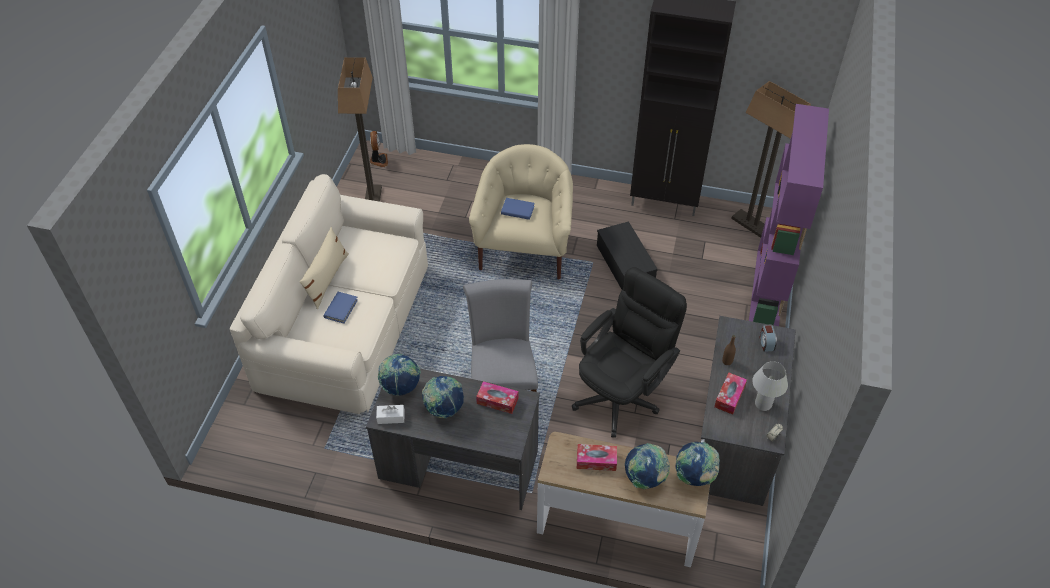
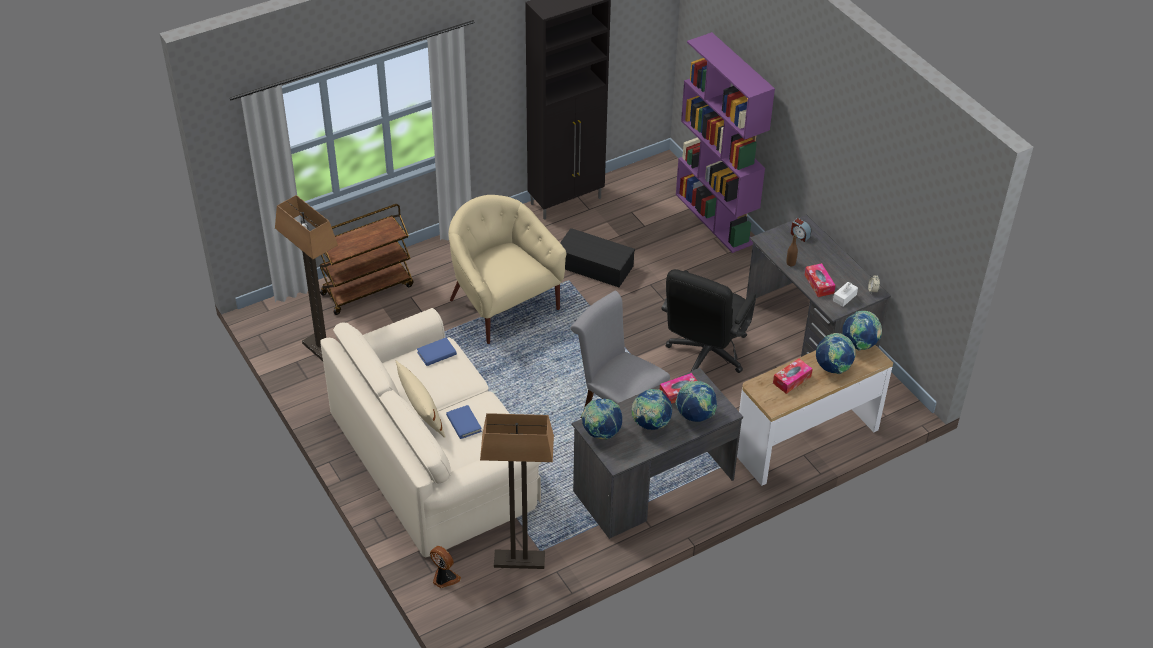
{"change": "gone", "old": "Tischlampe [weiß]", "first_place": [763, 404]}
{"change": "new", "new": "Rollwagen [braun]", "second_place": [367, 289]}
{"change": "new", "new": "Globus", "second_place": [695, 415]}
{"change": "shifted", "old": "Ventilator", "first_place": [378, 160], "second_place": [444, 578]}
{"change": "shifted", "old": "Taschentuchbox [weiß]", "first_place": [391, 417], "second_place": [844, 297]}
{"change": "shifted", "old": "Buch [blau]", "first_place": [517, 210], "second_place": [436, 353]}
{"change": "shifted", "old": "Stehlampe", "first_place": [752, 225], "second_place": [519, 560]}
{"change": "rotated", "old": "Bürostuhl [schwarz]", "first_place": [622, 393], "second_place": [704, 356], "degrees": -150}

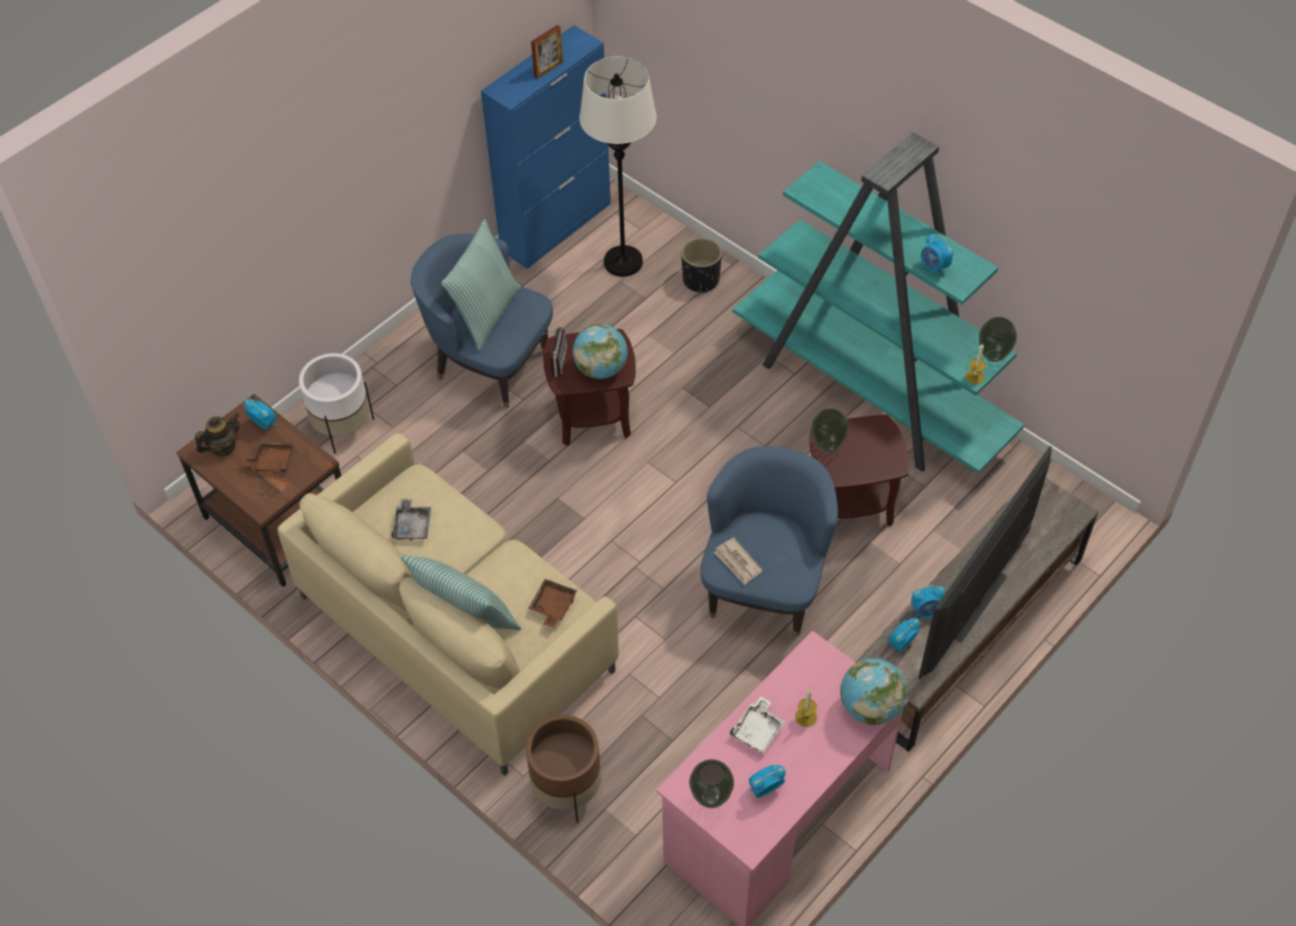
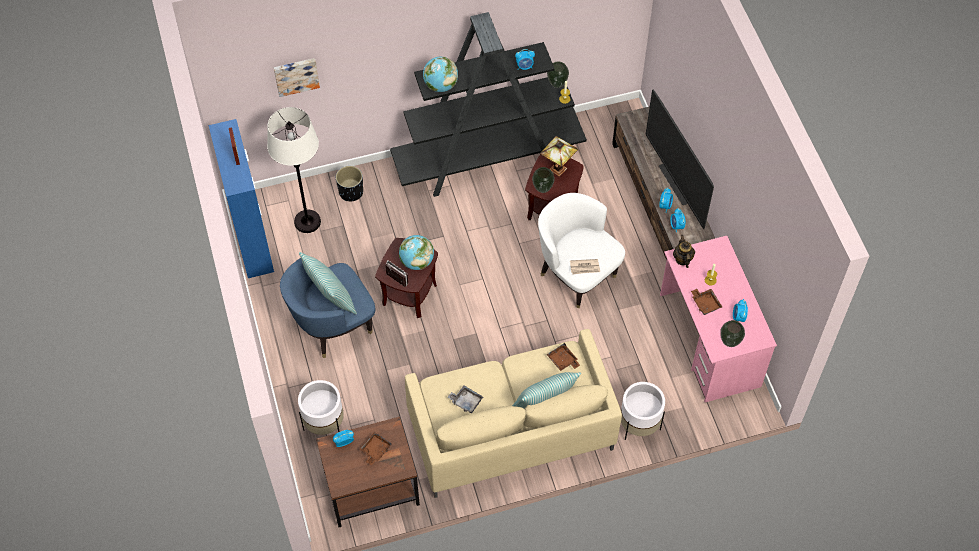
{"change": "new", "new": "Bild", "second_place": [296, 75]}
{"change": "new", "new": "Tischlampe", "second_place": [558, 170]}
{"change": "shifted", "old": "Teekanne", "first_place": [223, 447], "second_place": [682, 259]}
{"change": "shifted", "old": "Globus", "first_place": [870, 707], "second_place": [440, 85]}
{"change": "repainted", "old": "Pflanzkübel [braun]", "new": "Pflanzkübel [weiß]", "first_place": [567, 790], "second_place": [639, 425]}
{"change": "repainted", "old": "Sessel [blau]", "new": "Sessel [weiß]", "first_place": [765, 586], "second_place": [576, 274]}
{"change": "repainted", "old": "Tablett [weiß]", "new": "Tablett [braun]", "first_place": [758, 730], "second_place": [705, 303]}
{"change": "repainted", "old": "Bücherregal [türkis]", "new": "Bücherregal [schwarz]", "first_place": [871, 393], "second_place": [488, 159]}

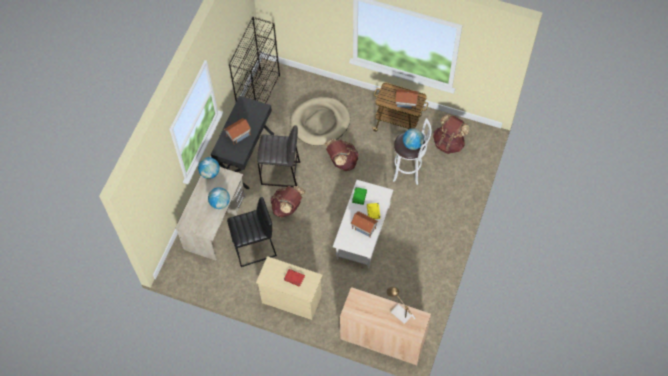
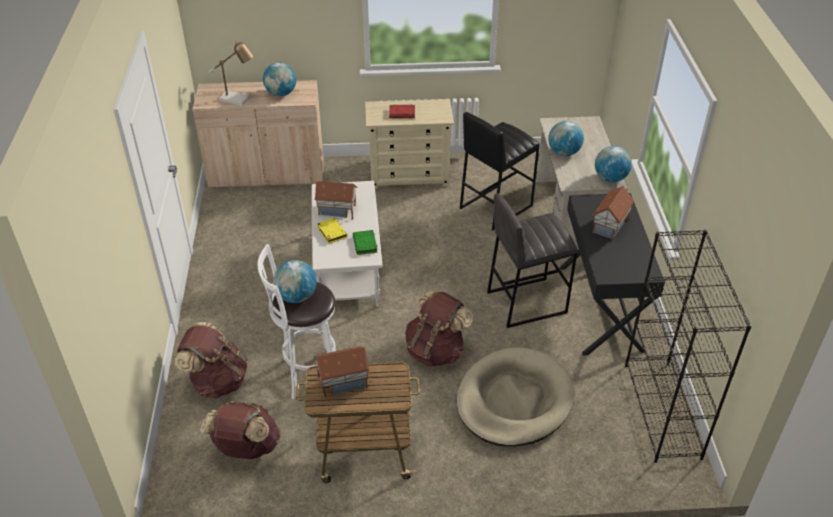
{"change": "new", "new": "Globus", "second_place": [281, 93]}
{"change": "shifted", "old": "Rucksack [braun]", "first_place": [287, 207], "second_place": [217, 381]}

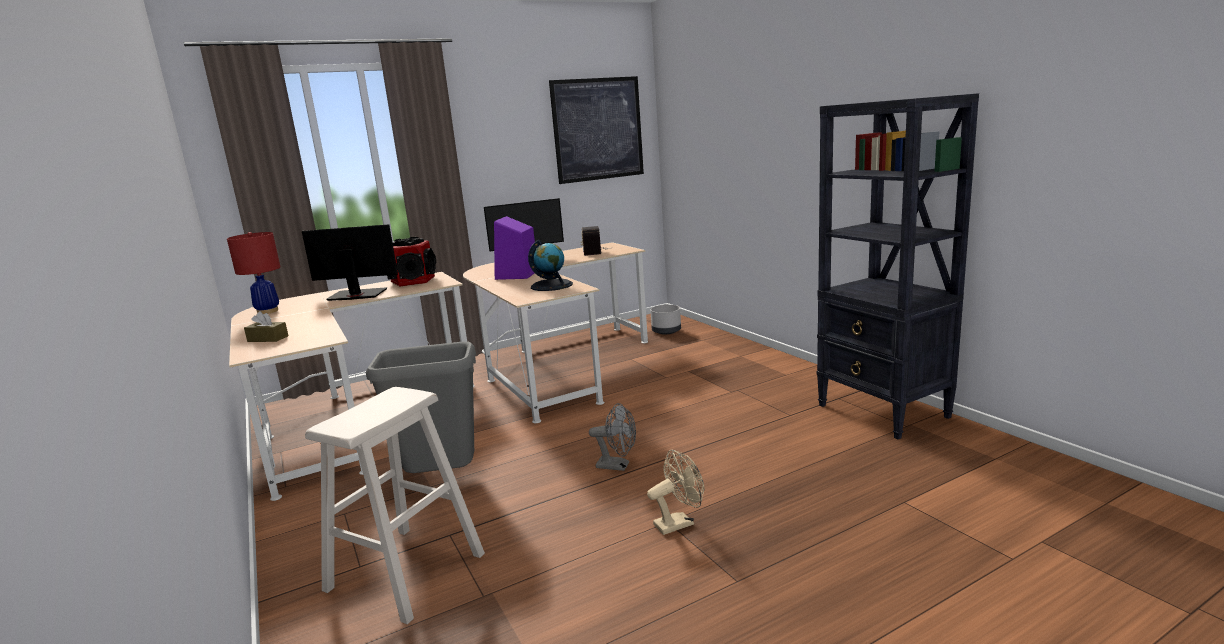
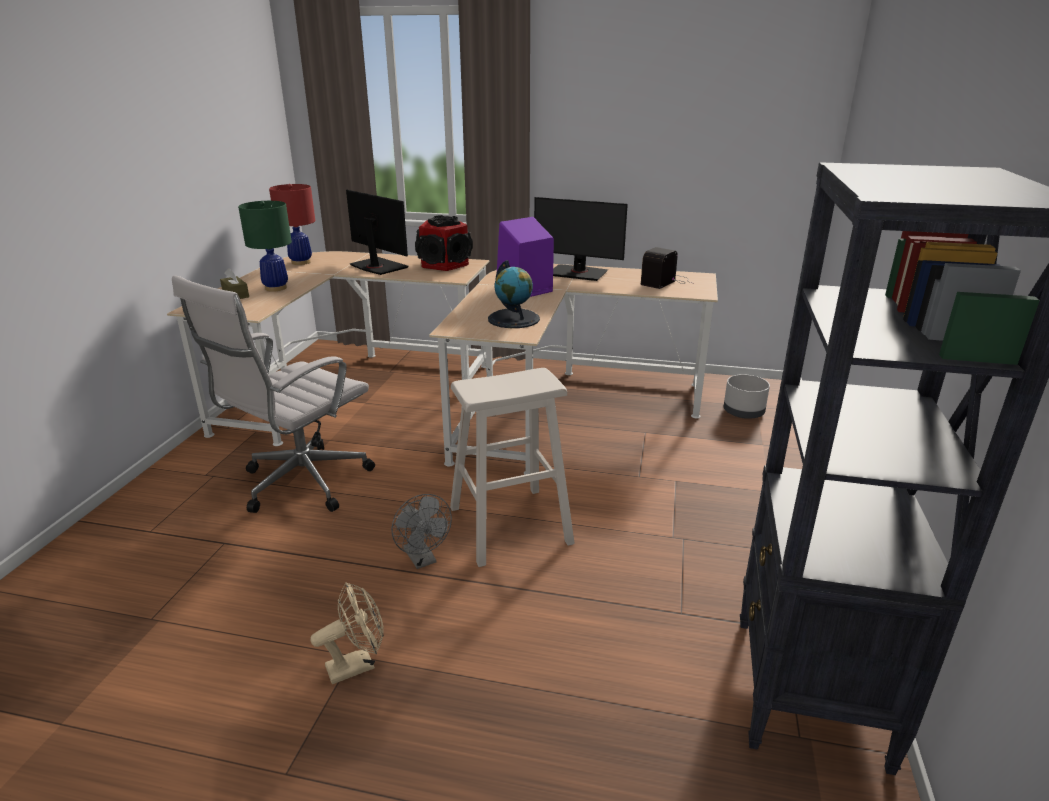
{"change": "gone", "old": "Bild", "first_place": [598, 129]}
{"change": "new", "new": "Tischlampe [grün]", "second_place": [276, 288]}
{"change": "shifted", "old": "Hocker [beige]", "first_place": [405, 572], "second_place": [509, 525]}
{"change": "swapped", "old": "Mülleimer [grau]", "new": "Bürostuhl [weiß]", "first_place": [441, 480], "second_place": [300, 484]}
{"change": "rotated", "old": "Ventilator [beige]", "first_place": [679, 523], "second_place": [357, 664], "degrees": -45}

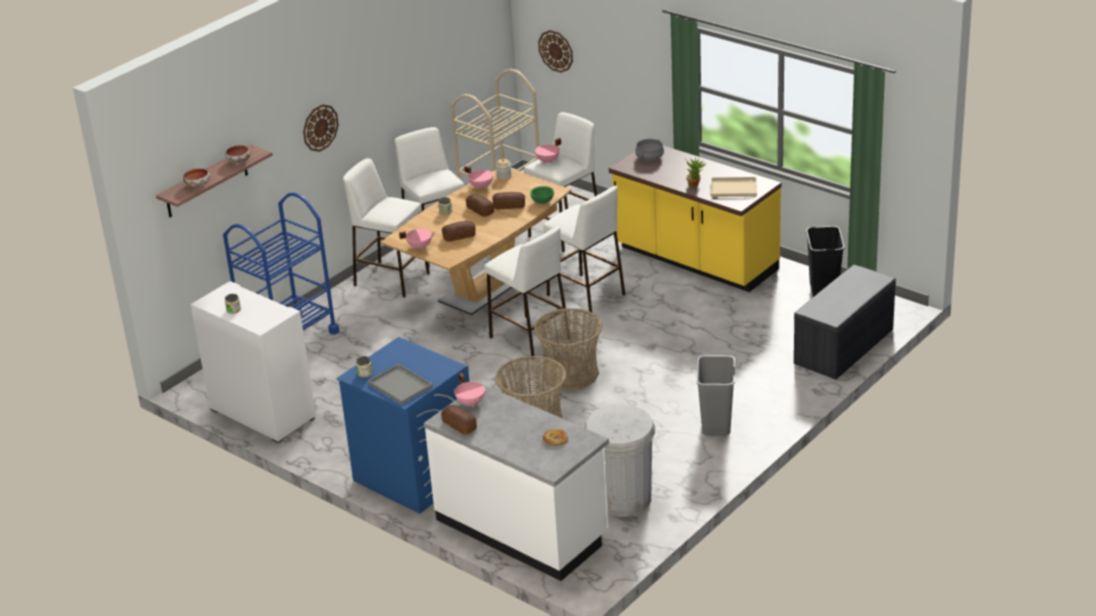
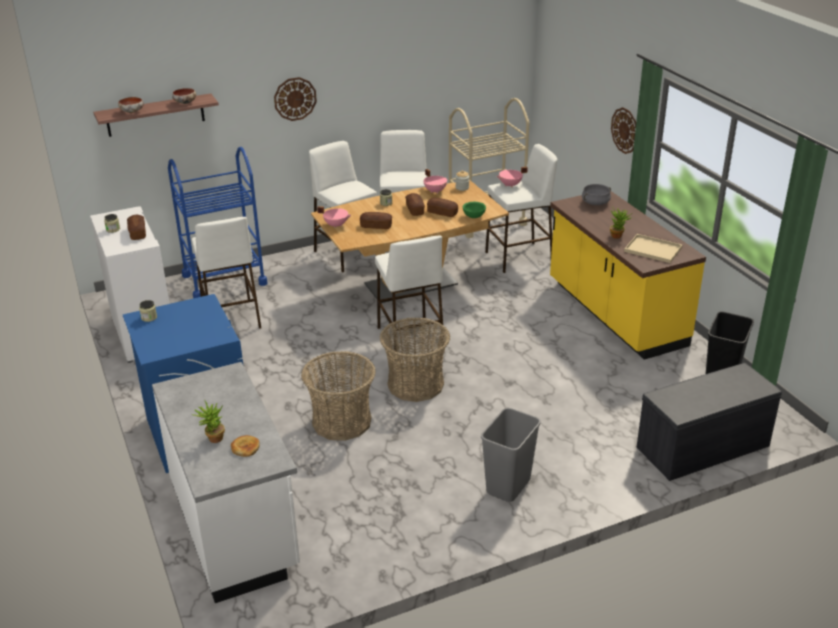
{"change": "gone", "old": "Tablett [grau]", "first_place": [399, 385]}
{"change": "gone", "old": "Kochtopf [rosa]", "first_place": [471, 402]}
{"change": "gone", "old": "Mülleimer [weiß]", "first_place": [622, 498]}
{"change": "new", "new": "Topfpflanze", "second_place": [212, 439]}
{"change": "shifted", "old": "Brot", "first_place": [459, 425], "second_place": [137, 233]}
{"change": "shifted", "old": "Wanduhr", "first_place": [556, 51], "second_place": [625, 130]}
{"change": "shifted", "old": "Hocker [weiß]", "first_place": [586, 295], "second_place": [231, 318]}

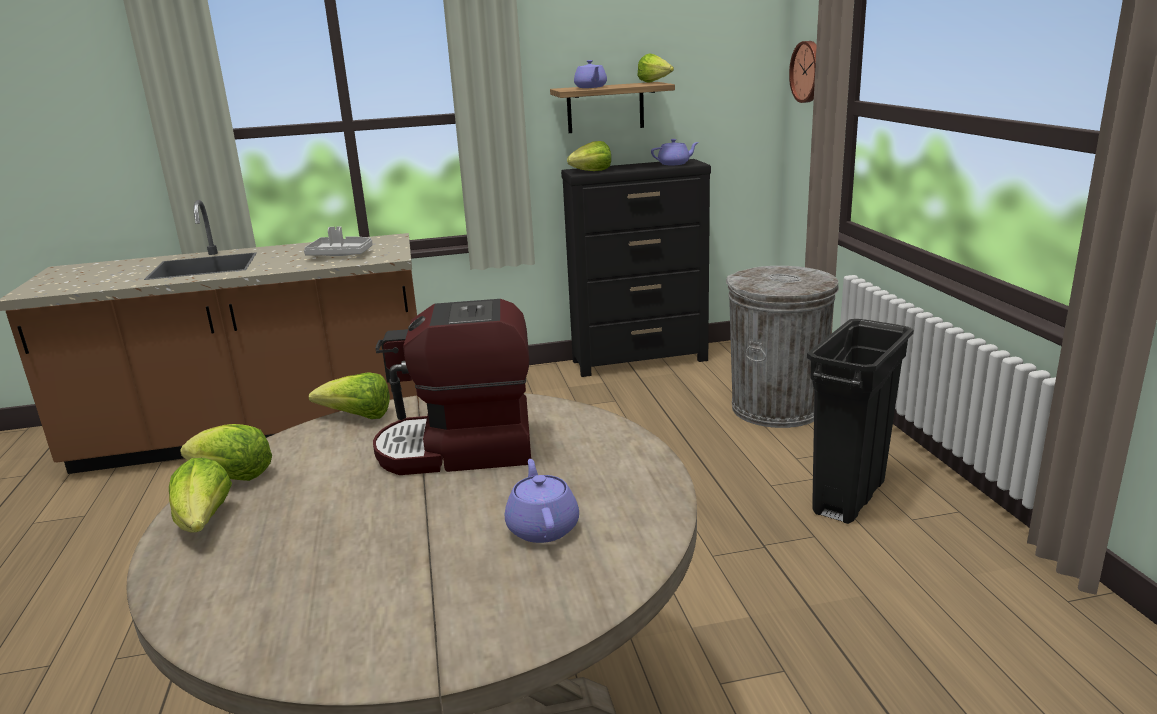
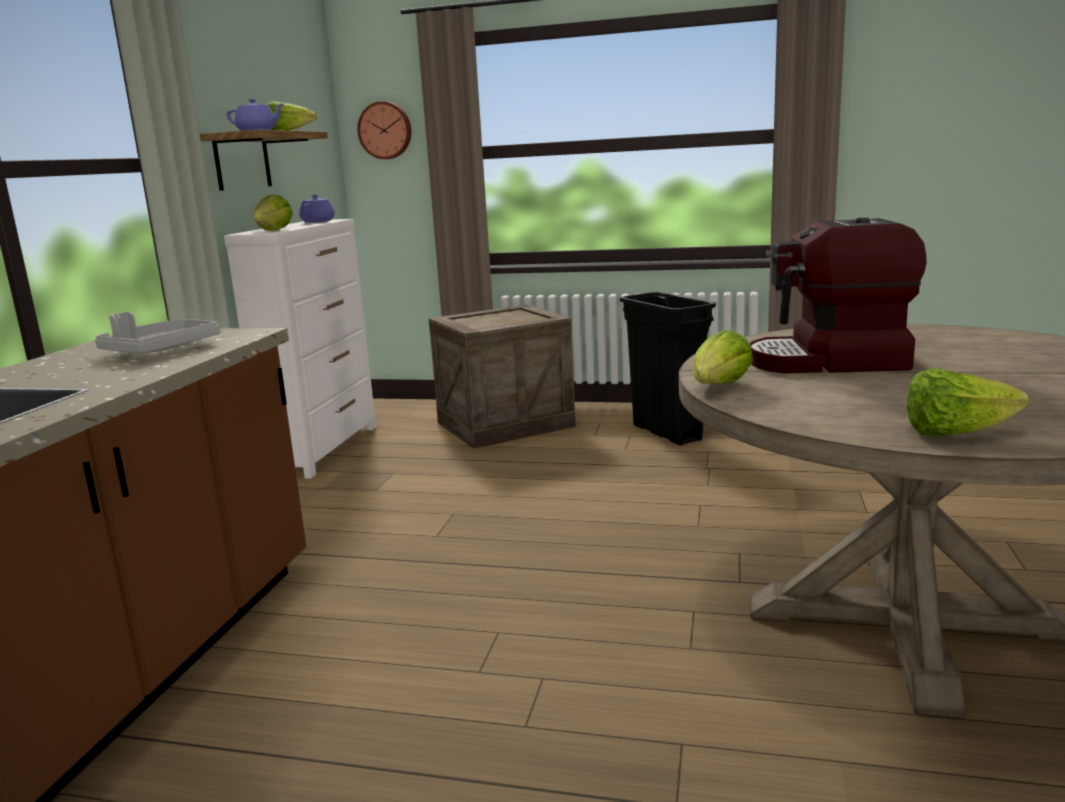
{"change": "gone", "old": "Salatkopf", "first_place": [233, 477]}
{"change": "gone", "old": "Teekanne [lila]", "first_place": [542, 527]}
{"change": "swapped", "old": "Mülleimer [grau]", "new": "Kiste", "first_place": [776, 408], "second_place": [506, 424]}
{"change": "repainted", "old": "Kommode [schwarz]", "new": "Kommode [weiß]", "first_place": [641, 361], "second_place": [324, 449]}
{"change": "rotated", "old": "Kaffeemaschine", "first_place": [460, 450], "second_place": [829, 362], "degrees": 75}

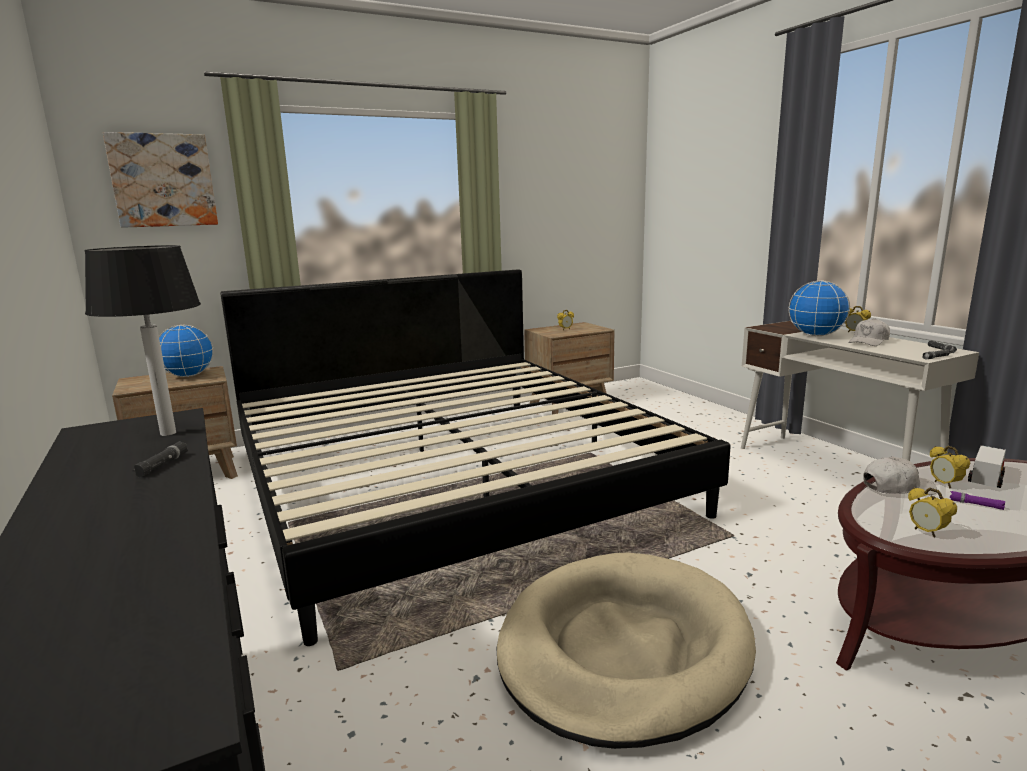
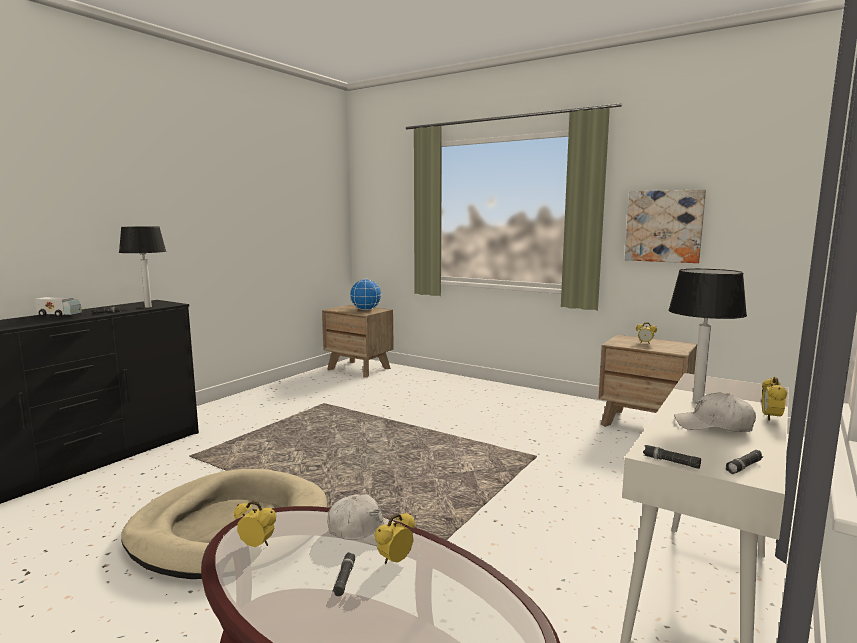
{"change": "gone", "old": "Bett", "first_place": [451, 480]}
{"change": "shifted", "old": "Bild", "first_place": [163, 180], "second_place": [664, 226]}
{"change": "shifted", "old": "Spielzeuglaster", "first_place": [986, 477], "second_place": [60, 315]}
{"change": "swapped", "old": "Globus", "new": "Tischlampe", "first_place": [815, 335], "second_place": [698, 401]}
{"change": "repainted", "old": "Taschenlampe [lila]", "new": "Taschenlampe [schwarz]", "first_place": [975, 504], "second_place": [344, 578]}
{"change": "rotated", "old": "Kappe [weiß]", "first_place": [897, 488], "second_place": [364, 531], "degrees": -45}
{"change": "rotated", "old": "Wecker", "first_place": [926, 532], "second_place": [257, 546], "degrees": 75}

